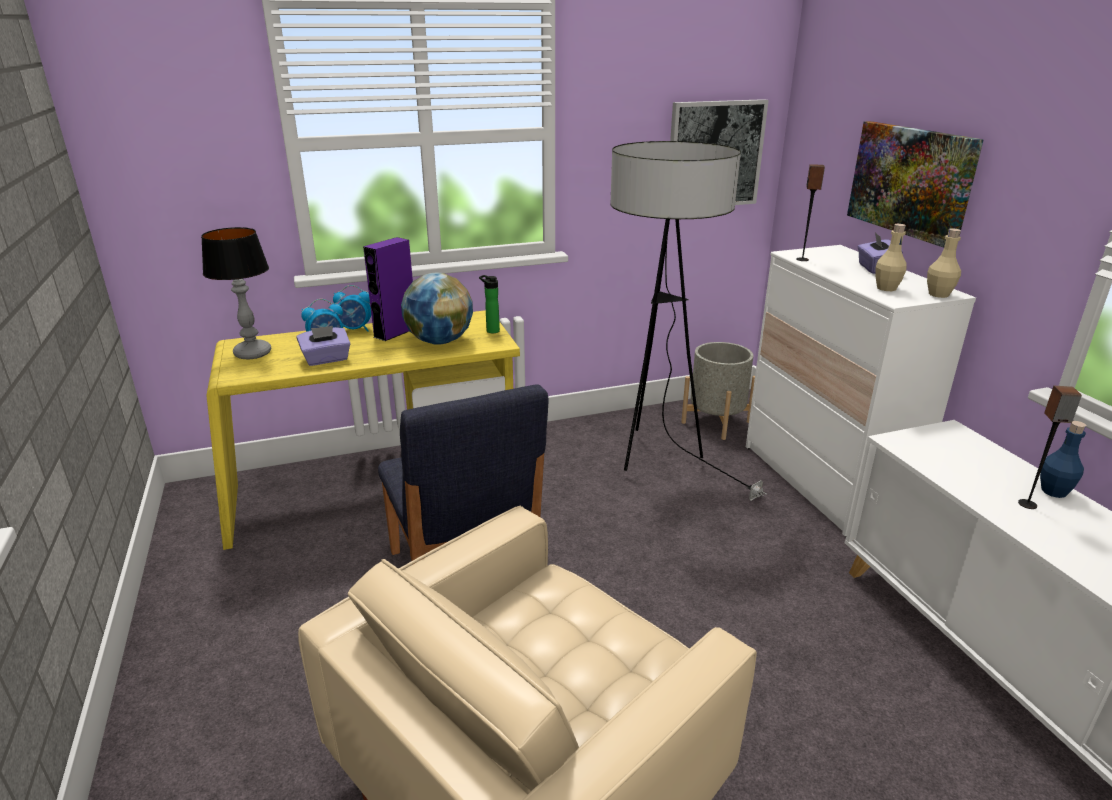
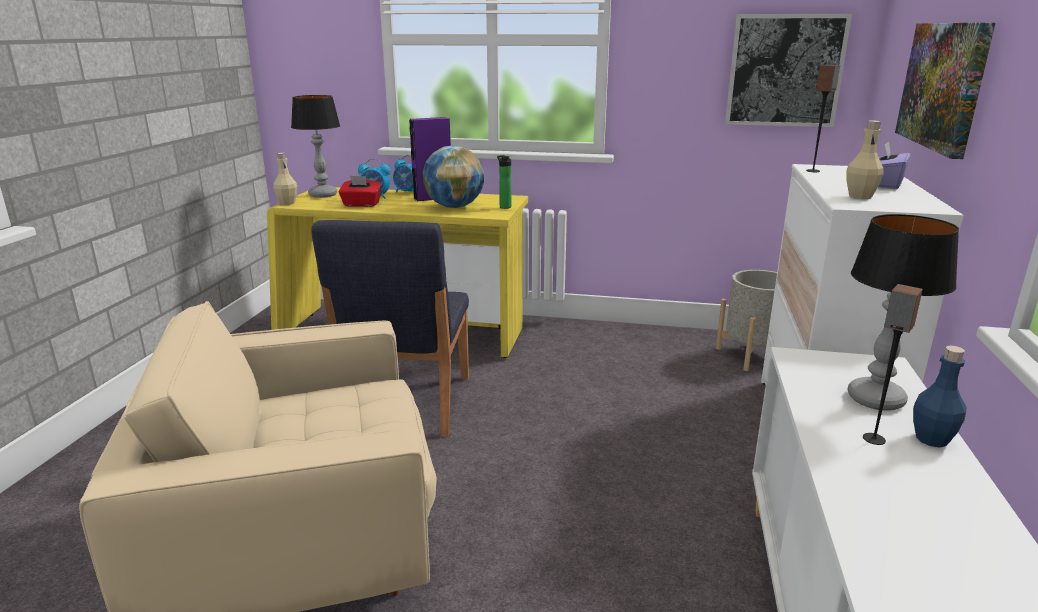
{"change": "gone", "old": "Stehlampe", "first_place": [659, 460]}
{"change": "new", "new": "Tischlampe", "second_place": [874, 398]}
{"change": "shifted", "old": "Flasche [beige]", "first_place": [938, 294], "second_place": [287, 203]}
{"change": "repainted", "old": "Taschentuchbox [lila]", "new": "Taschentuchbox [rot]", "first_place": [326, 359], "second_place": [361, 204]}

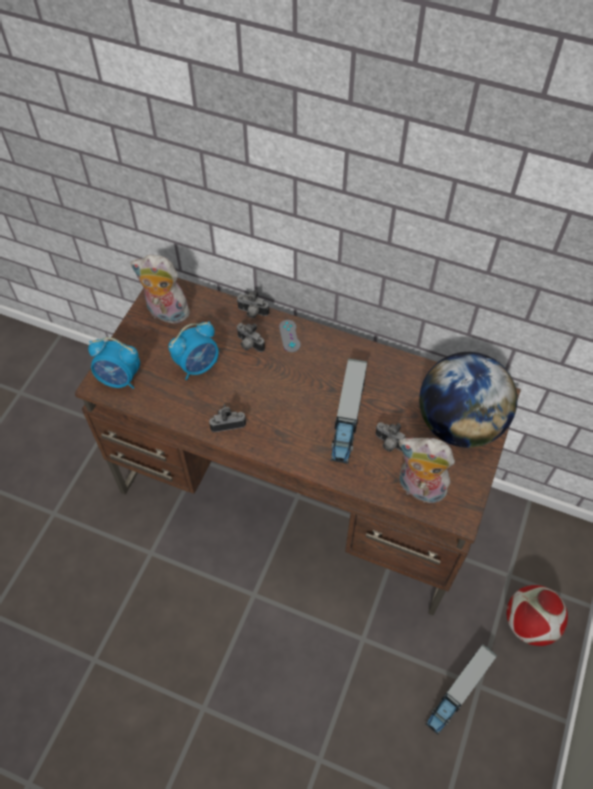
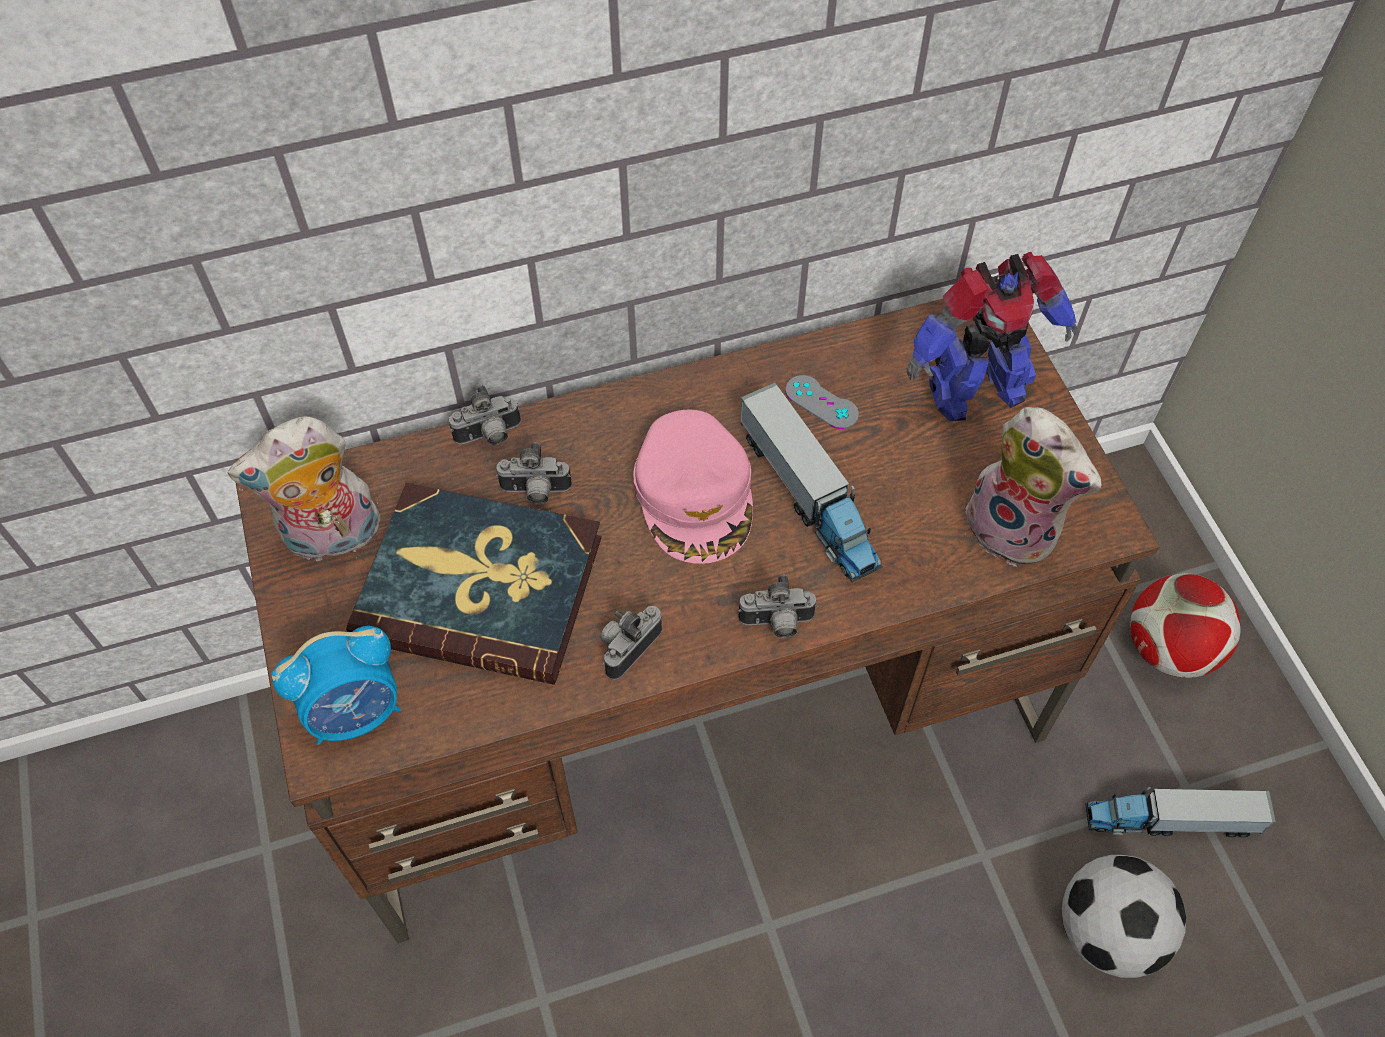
{"change": "new", "new": "Kappe [rosa]", "second_place": [695, 494]}
{"change": "new", "new": "Fußball", "second_place": [1108, 931]}
{"change": "shifted", "old": "Gamepad [grau]", "first_place": [289, 336], "second_place": [821, 402]}
{"change": "shifted", "old": "Kamera", "first_place": [389, 444], "second_place": [776, 624]}
{"change": "swapped", "old": "Wecker", "new": "Buch", "first_place": [198, 365], "second_place": [480, 587]}
{"change": "swapped", "old": "Globus", "new": "Spielzeugroboter", "first_place": [459, 423], "second_place": [974, 390]}
{"change": "rotated", "old": "Plüschtier", "first_place": [419, 489], "second_place": [1015, 528], "degrees": -120}
{"change": "rotated", "old": "Spielzeuglaster", "first_place": [458, 692], "second_place": [1170, 820], "degrees": 90}

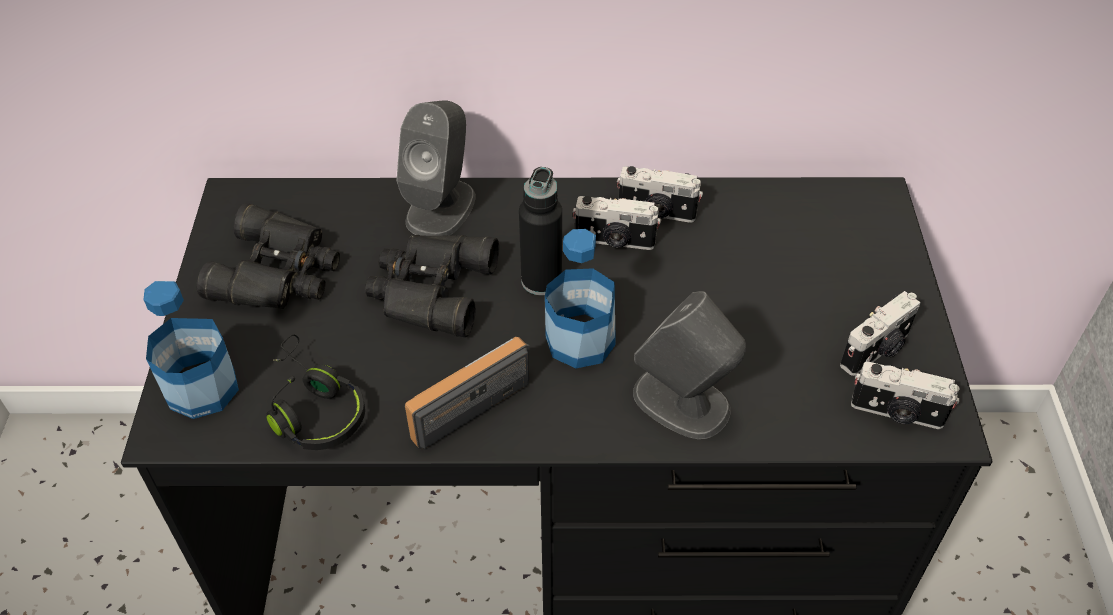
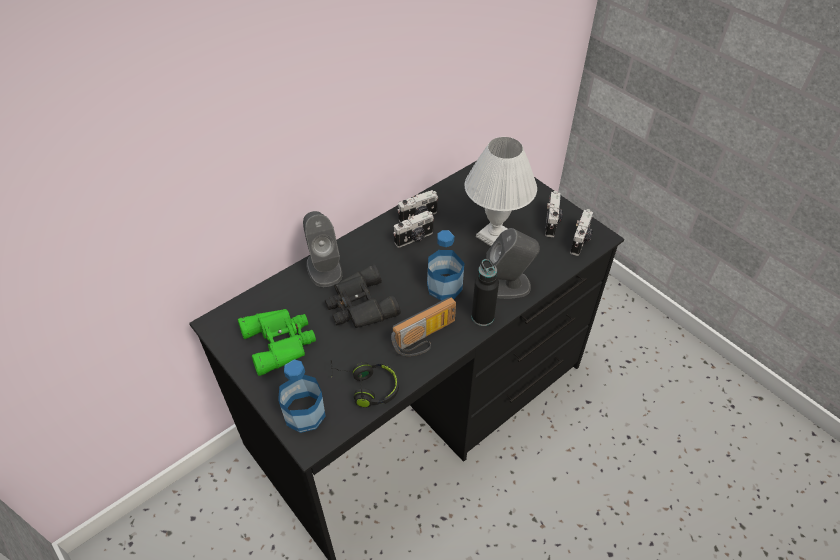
{"change": "new", "new": "Tischlampe [weiß]", "second_place": [493, 236]}
{"change": "shifted", "old": "Flasche [schwarz]", "first_place": [541, 280], "second_place": [482, 317]}
{"change": "repainted", "old": "Fernglas [schwarz]", "new": "Fernglas [grün]", "first_place": [279, 272], "second_place": [280, 342]}
{"change": "rotated", "old": "Radio", "first_place": [467, 399], "second_place": [426, 339], "degrees": -135}
{"change": "rotated", "old": "Kamera", "first_place": [897, 413], "second_place": [580, 241], "degrees": -45}

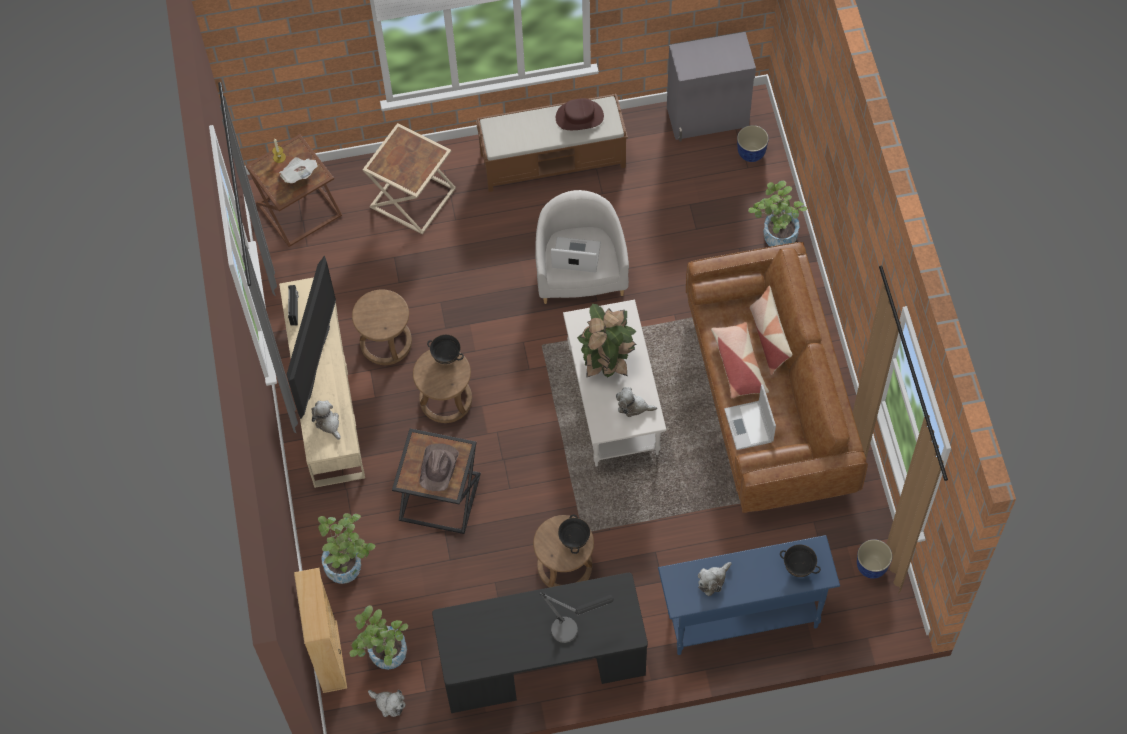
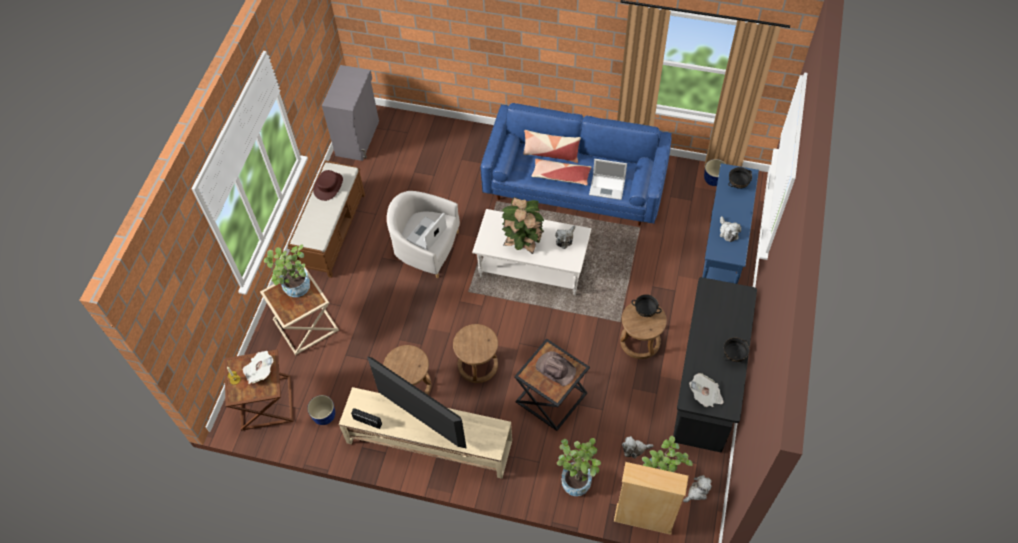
{"change": "gone", "old": "Tischlampe", "first_place": [572, 628]}
{"change": "new", "new": "Zeitung", "second_place": [705, 395]}
{"change": "shifted", "old": "Plüschtier", "first_place": [328, 423], "second_place": [634, 449]}
{"change": "shifted", "old": "Schüssel [schwarz]", "first_place": [446, 357], "second_place": [734, 356]}
{"change": "shifted", "old": "Pflanzkübel", "first_place": [750, 153], "second_place": [324, 416]}
{"change": "shifted", "old": "Topfpflanze", "first_place": [775, 238], "second_place": [296, 289]}
{"change": "repainted", "old": "Sofa [braun]", "new": "Sofa [blau]", "first_place": [769, 398], "second_place": [575, 185]}

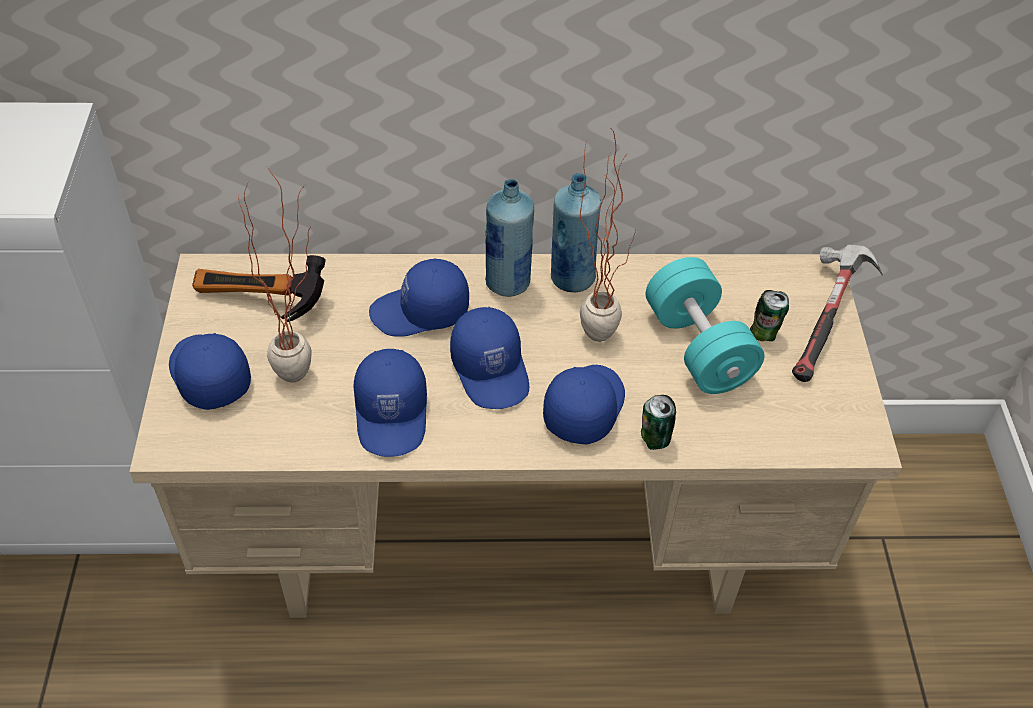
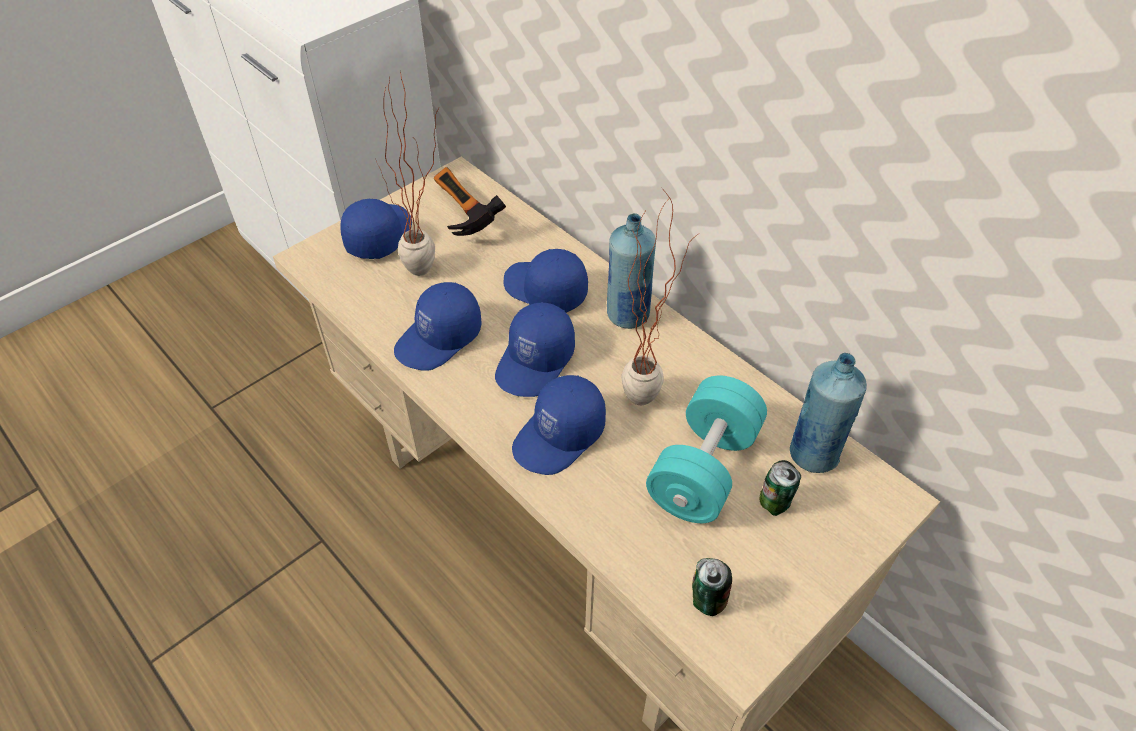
{"change": "gone", "old": "Hammer", "first_place": [826, 320]}
{"change": "shifted", "old": "Flasche [blau]", "first_place": [571, 278], "second_place": [813, 454]}
{"change": "shifted", "old": "Dose", "first_place": [654, 440], "second_place": [706, 601]}
{"change": "rotated", "old": "Kappe [blau]", "first_place": [583, 407], "second_place": [560, 436], "degrees": 150}

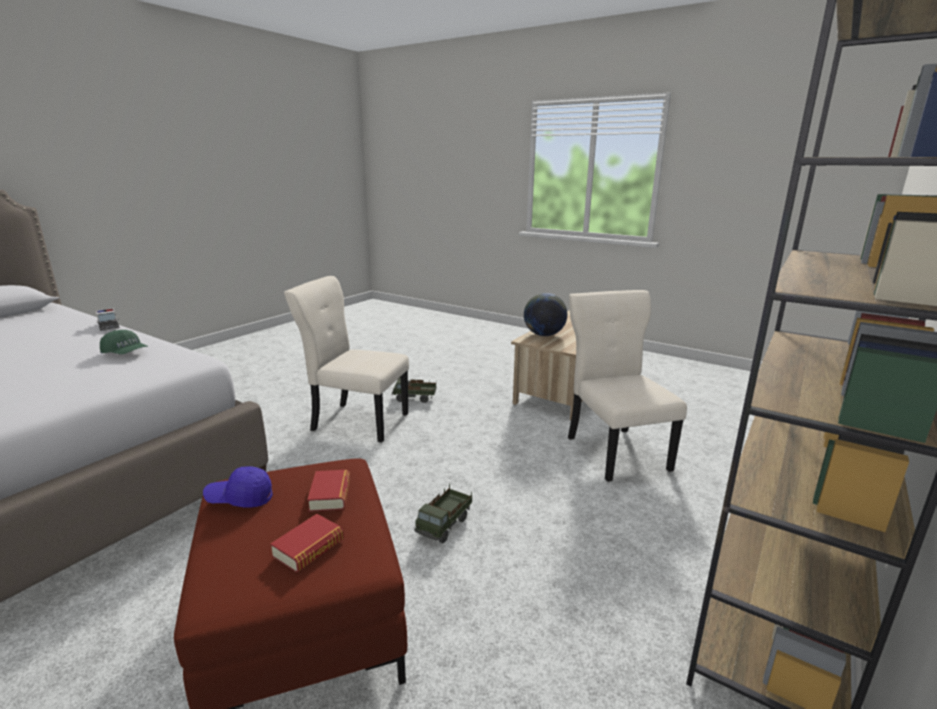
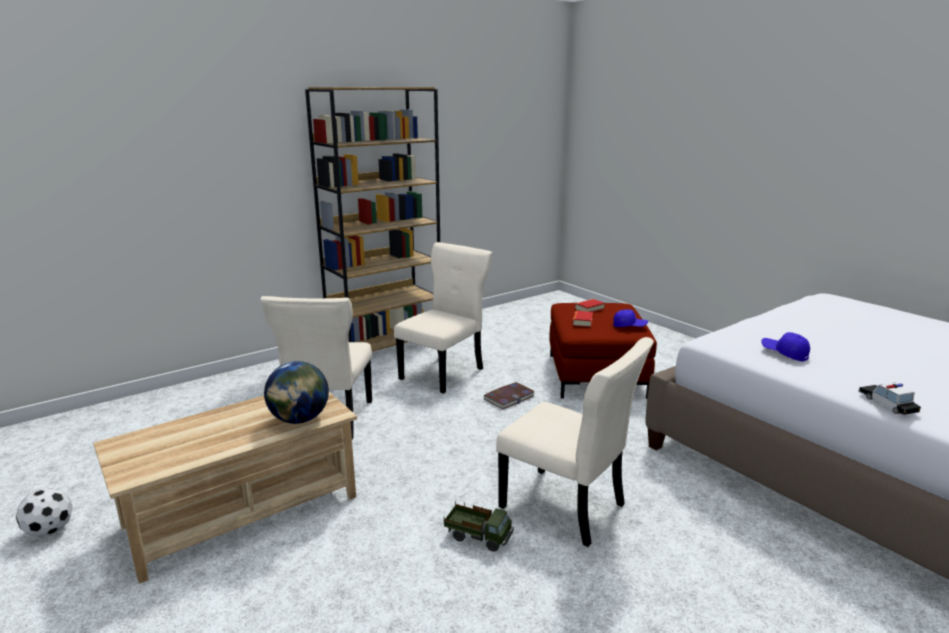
{"change": "new", "new": "Fußball", "second_place": [49, 531]}
{"change": "new", "new": "Stuhl [beige]", "second_place": [444, 372]}
{"change": "swapped", "old": "Spielzeuglaster", "new": "Buch", "first_place": [445, 525], "second_place": [509, 397]}
{"change": "repainted", "old": "Kappe [grün]", "new": "Kappe [blau]", "first_place": [126, 353], "second_place": [784, 353]}

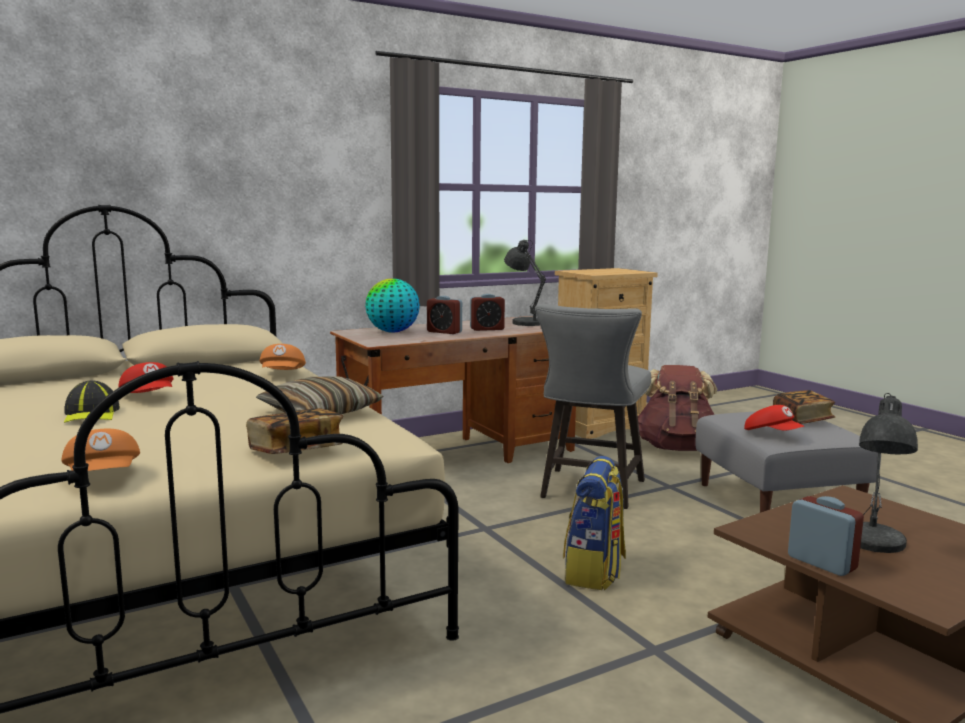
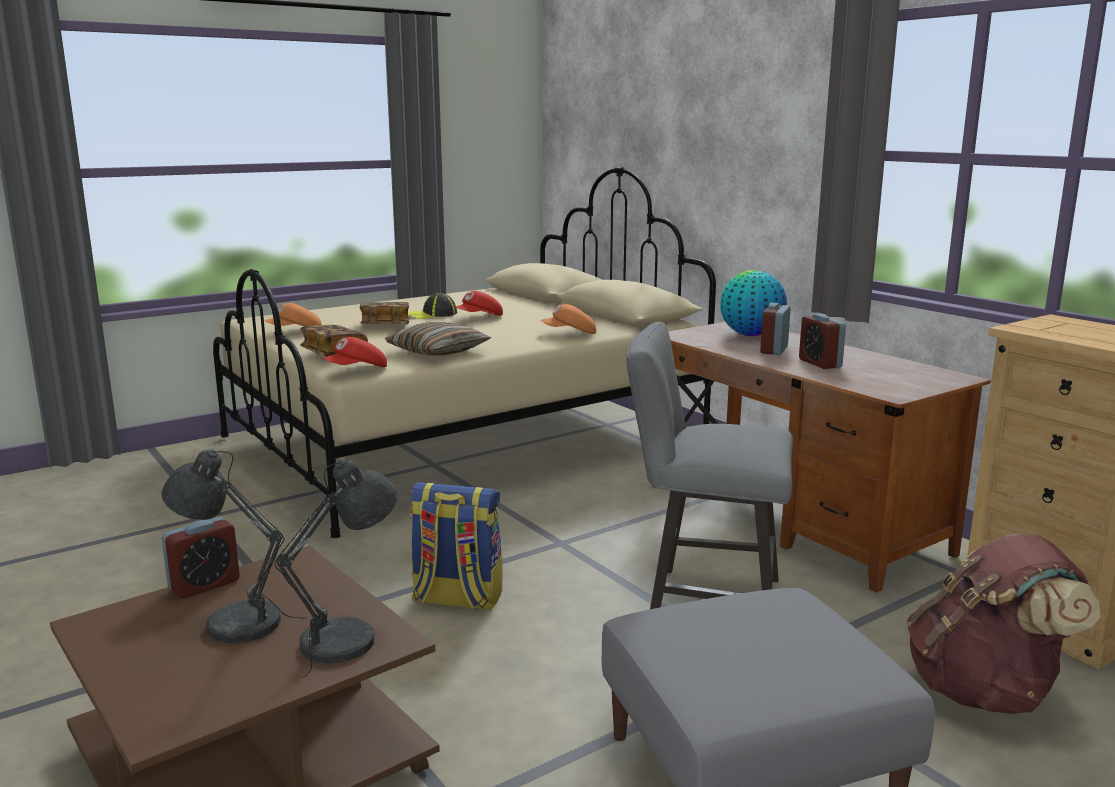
{"change": "shifted", "old": "Tischlampe [grau]", "first_place": [525, 323], "second_place": [347, 640]}
{"change": "shifted", "old": "Kappe [rot]", "first_place": [772, 434], "second_place": [357, 371]}
{"change": "shifted", "old": "Buch", "first_place": [802, 419], "second_place": [385, 326]}

